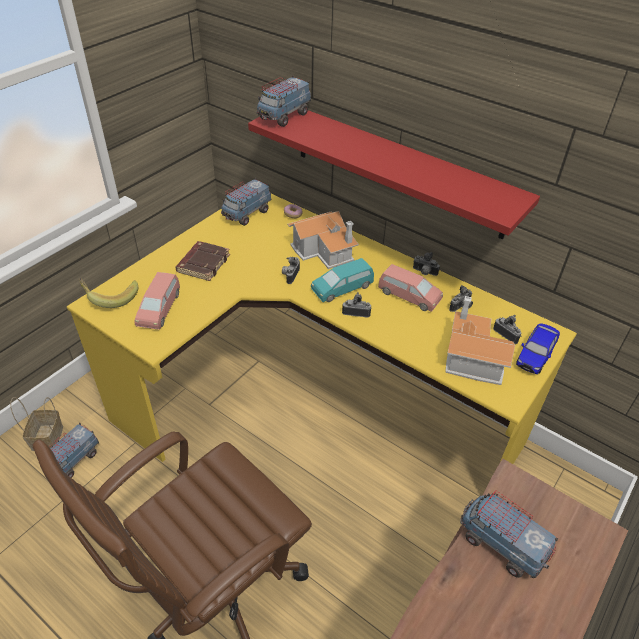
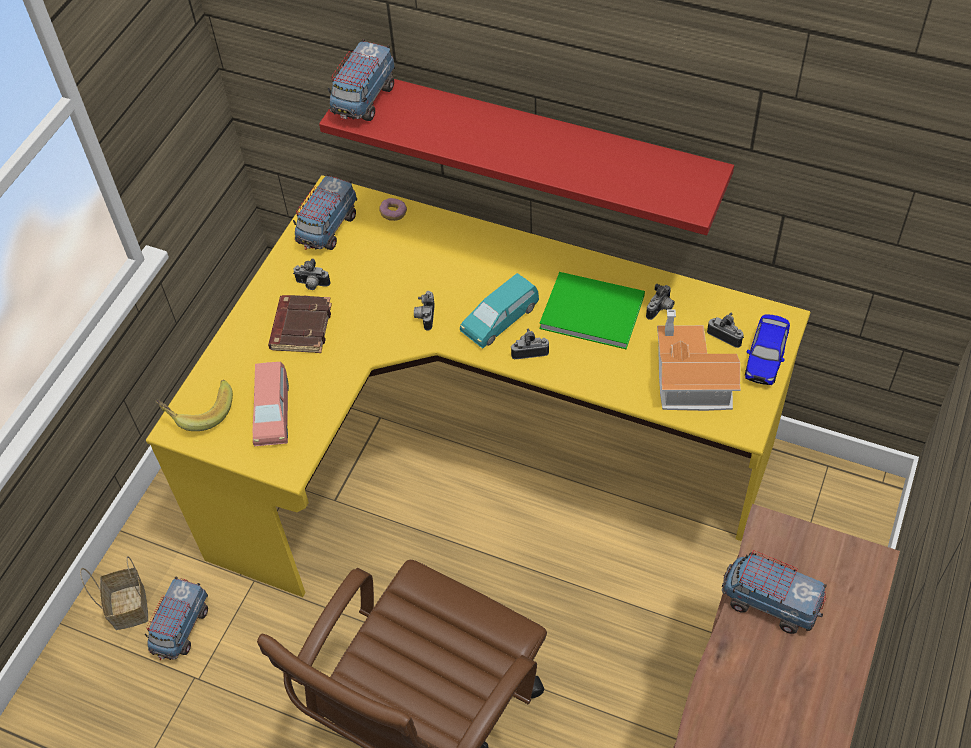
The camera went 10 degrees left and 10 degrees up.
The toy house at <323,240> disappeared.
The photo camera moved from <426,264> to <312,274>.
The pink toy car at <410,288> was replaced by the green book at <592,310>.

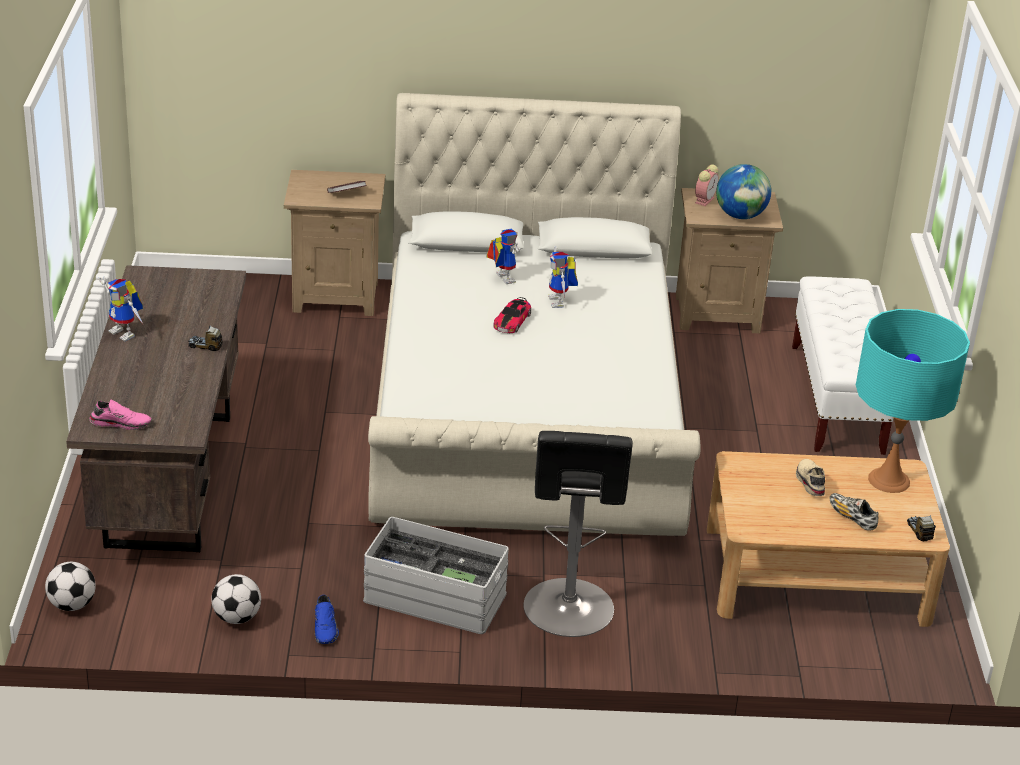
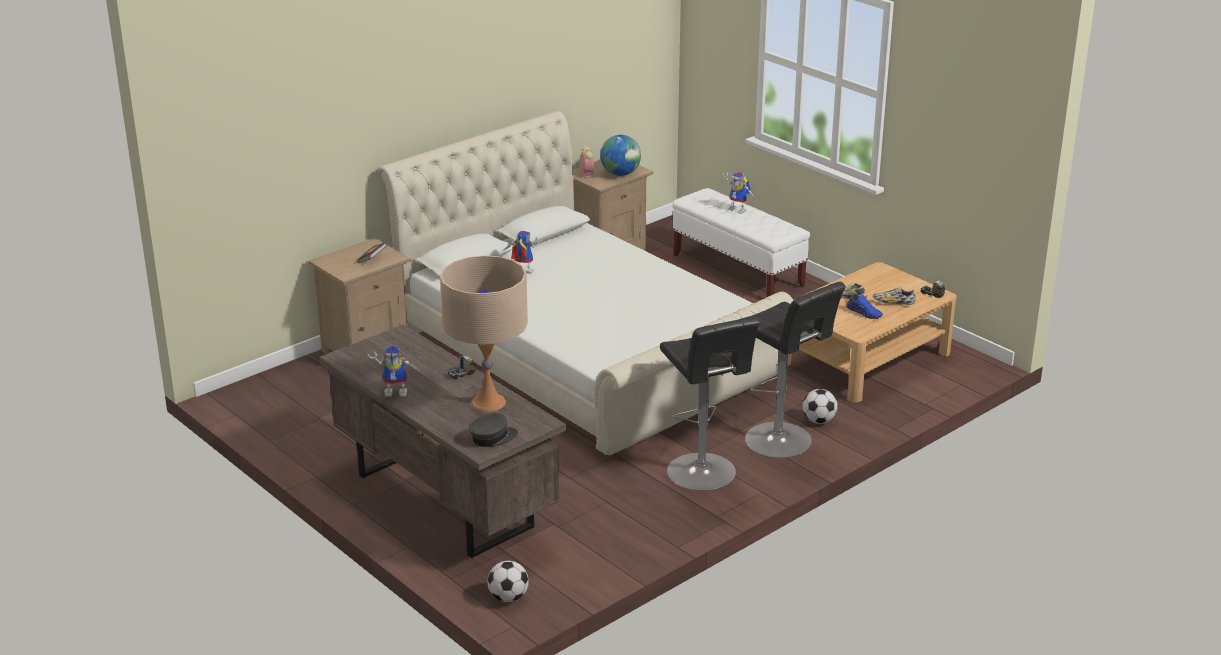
The camera went 40 degrees left and 5 degrees down.
The toy robot moved from <563,277> to <739,193>.
The toy car at <512,315> disappeared.
The turquoise table lamp at <913,401> disappeared.
The pink shoe at <120,415> was replaced by the grey cap at <493,430>.
The grey storage box at <436,575> was replaced by the black stool at <710,404>.
The football moved from <236,599> to <820,406>.
The blue shoe moved from <327,619> to <864,306>.
The beige table lamp at <484,333> appeared.

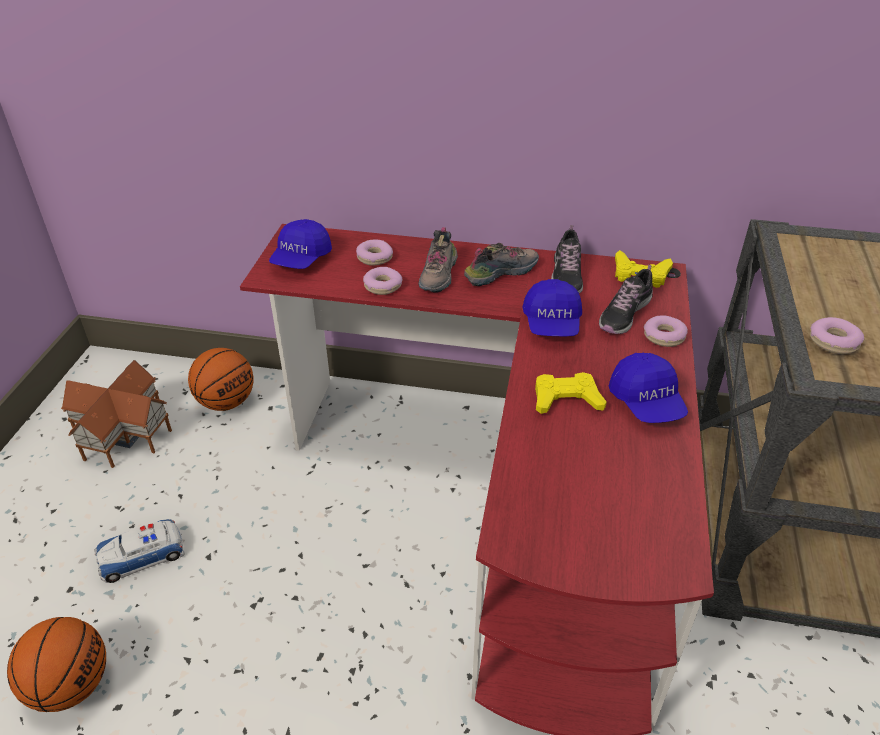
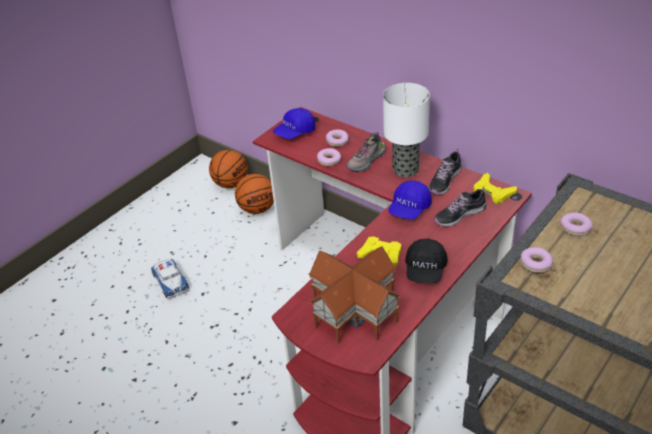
The camera went 30 degrees right and 0 degrees up.
The shoe at <501,264> was replaced by the table lamp at <406,130>.
The donut moved from <666,331> to <576,224>.
The blue cap at <648,388> became the black cap at <426,260>.
The toy house moved from <116,414> to <354,295>.
The toy car at <140,551> turned 120 degrees counterclockwise.
The basketball moved from <56,664> to <228,169>.

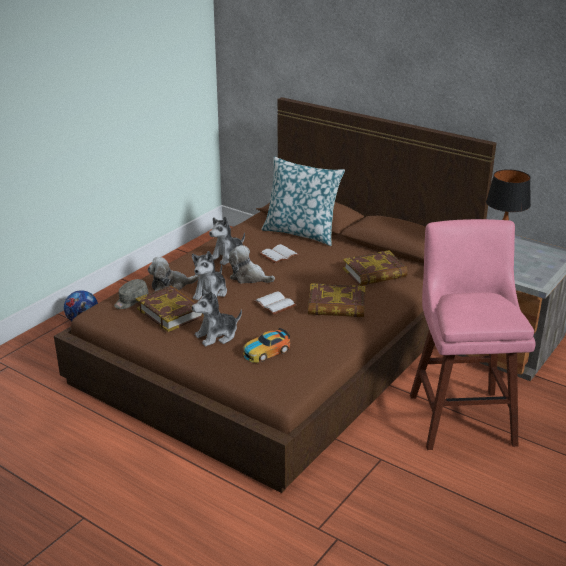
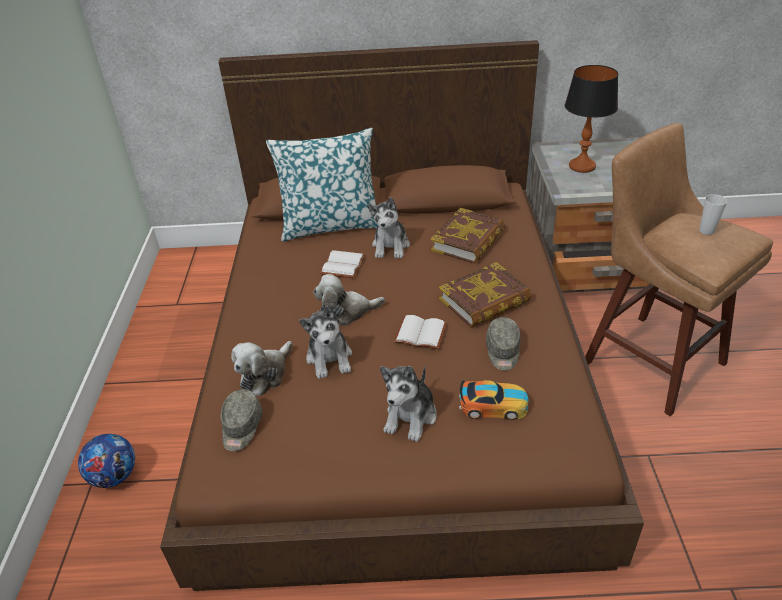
The camera went 35 degrees left and 10 degrees up.
The plush toy moved from <227,241> to <389,227>.
The pink stool at <473,334> became the brown stool at <679,269>.
The book at <170,309> disappeared.
The toy car at <266,345> turned 105 degrees counterclockwise.
The cup at <713,214> appeared.
The grey cap at <503,344> appeared.

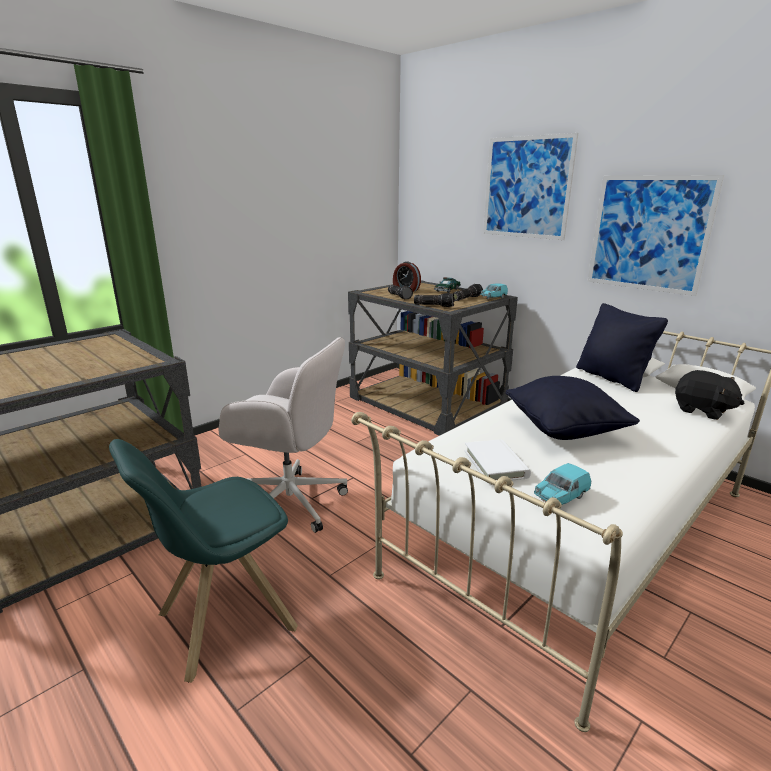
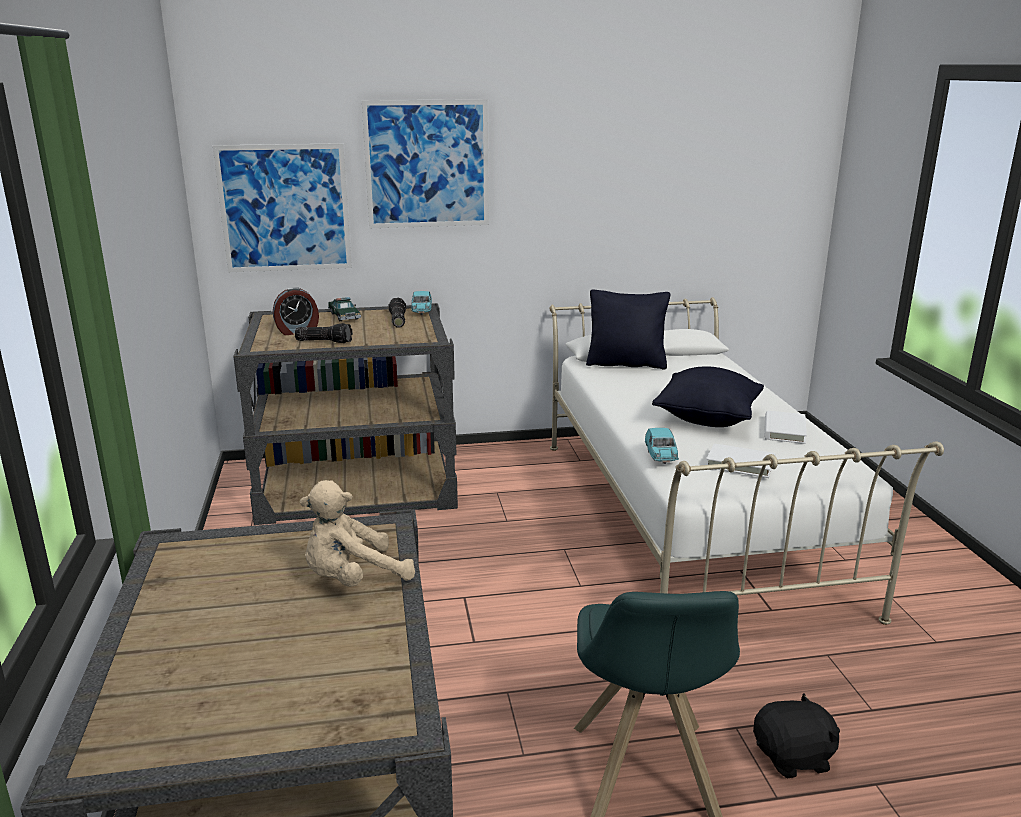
The camera went 55 degrees left and 0 degrees up.
The picture moved from <656,235> to <282,207>.
The flashlight at <434,300> disappeared.
The white office chair at <283,435> disappeared.
The black plush toy moved from <709,395> to <796,736>.
The turquoise toy car moved from <562,484> to <662,446>.
The white book at <785,427> appeared.
The beige plush toy at <357,533> appeared.

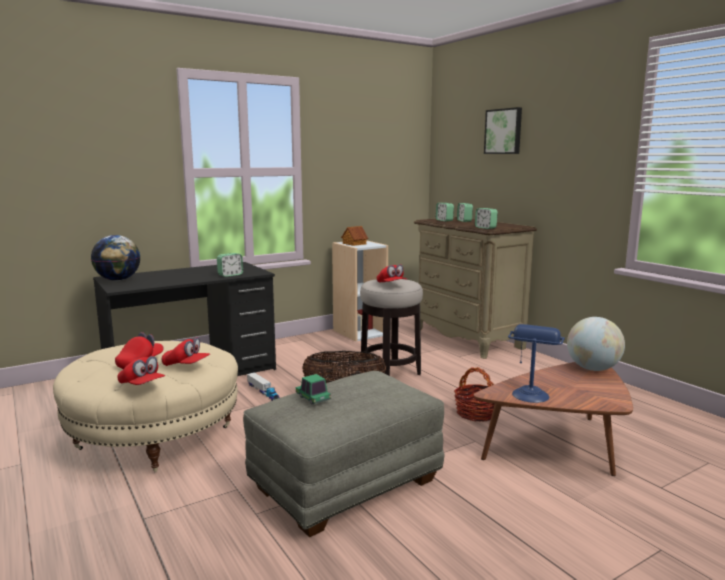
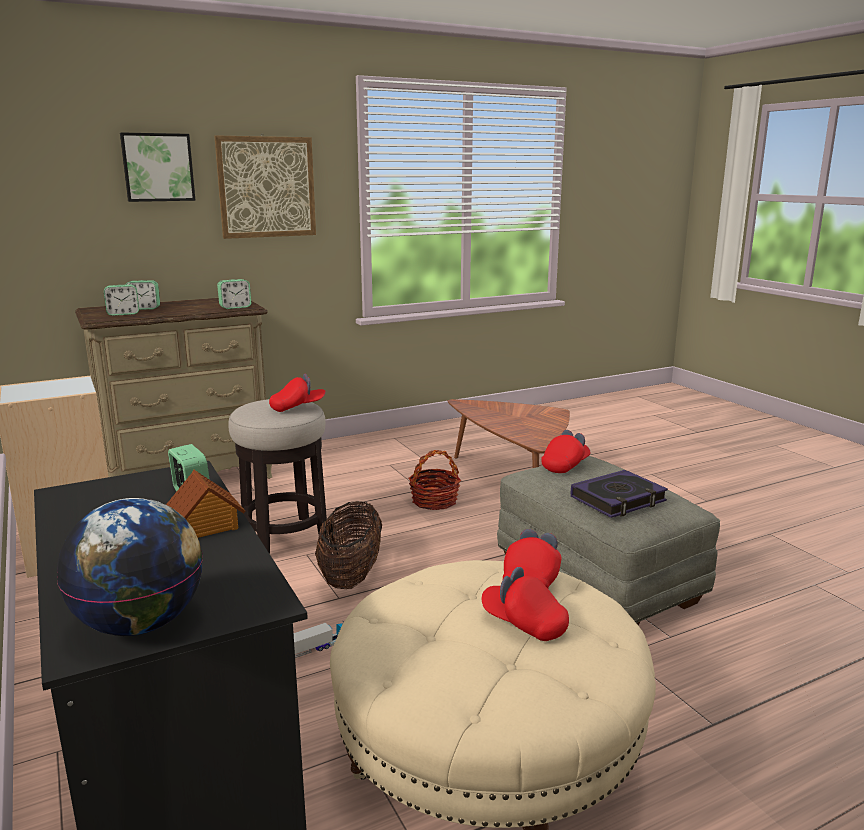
The camera went 85 degrees left and 5 degrees up.
The toy house moved from <354,236> to <205,504>.
The globe at <596,344> disappeared.
The blue table lamp at <536,363> disappeared.
The red cap moved from <141,370> to <566,451>.
The toy car at <313,389> was replaced by the book at <619,494>.
The picture at <265,186> appeared.

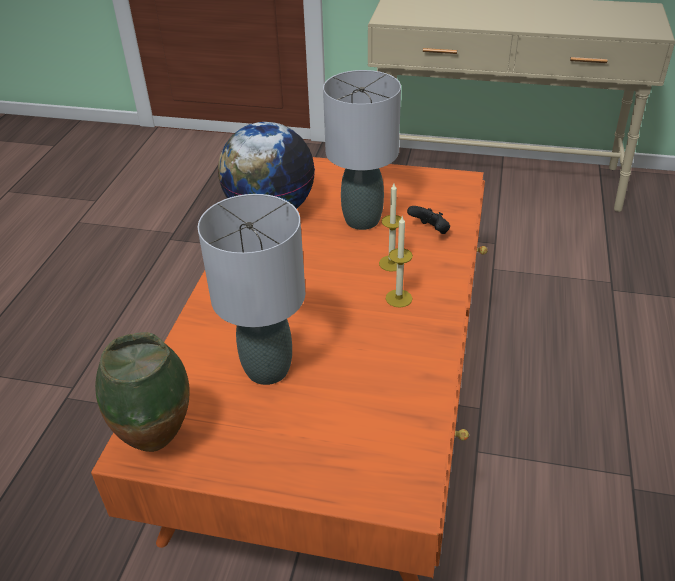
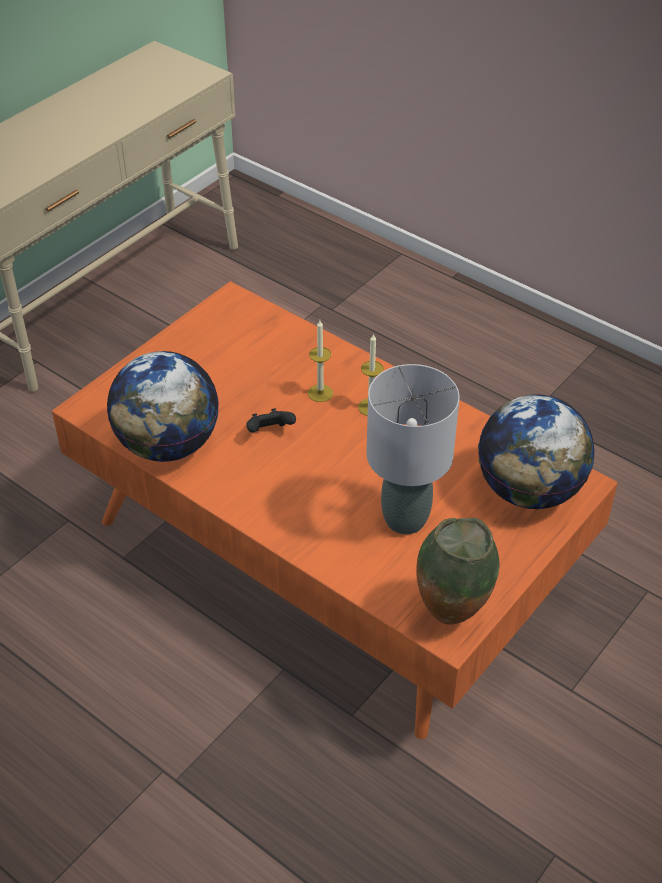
The camera went 65 degrees left and 5 degrees up.
The grey table lamp at <362,150> disappeared.
The black game controller moved from <428,220> to <271,420>.
The globe at <536,451> appeared.

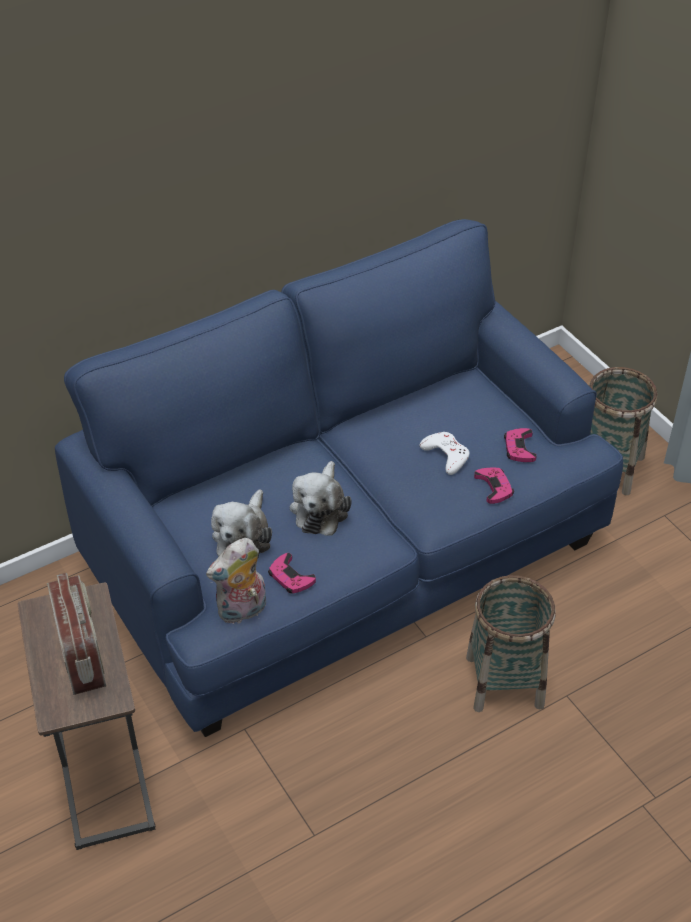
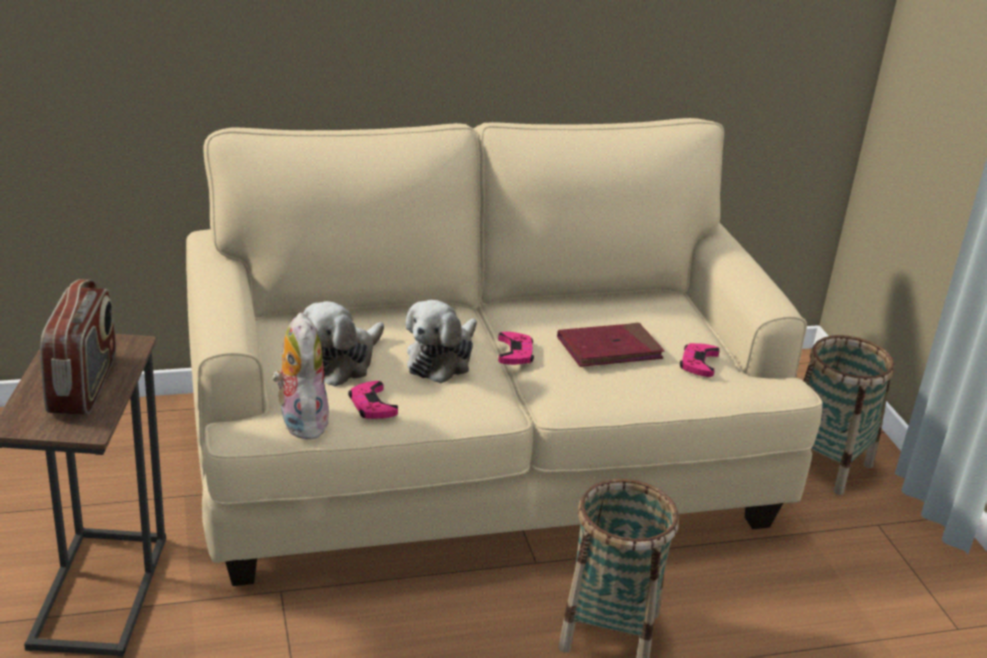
The camera went 15 degrees right and 15 degrees down.
The blue sofa at <339,478> became the beige sofa at <504,352>.
The white game controller at <445,453> was replaced by the red book at <610,344>.
The pink game controller moved from <494,486> to <516,348>.
The plush toy at <236,581> turned 90 degrees clockwise.

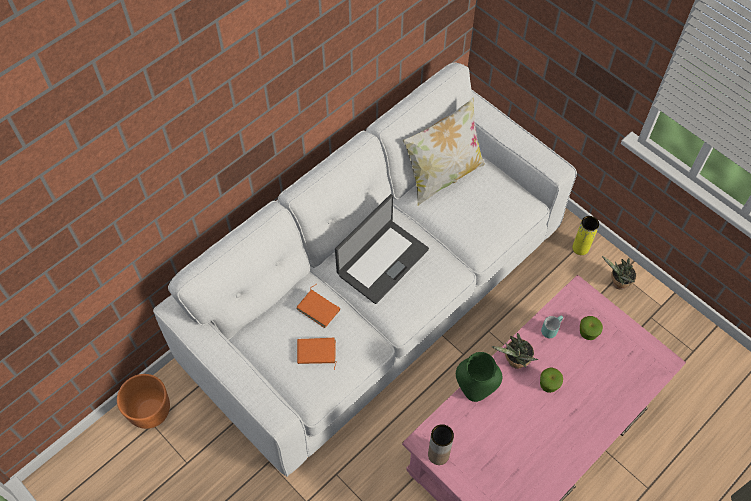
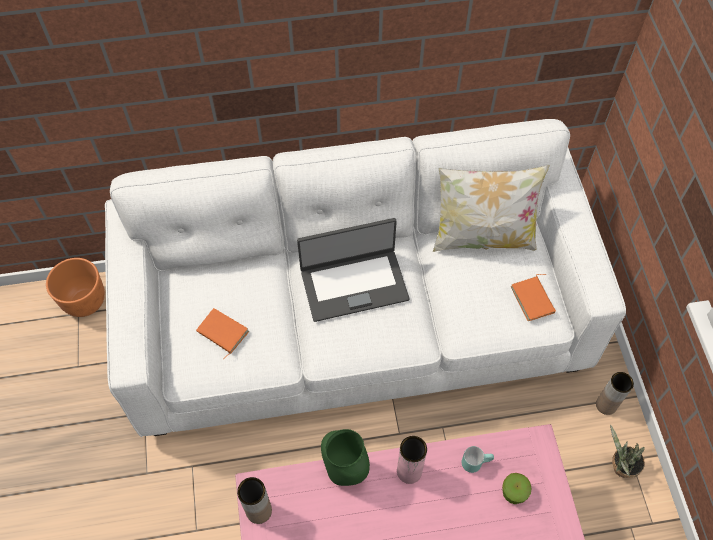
The camera went 35 degrees right and 0 degrees up.
The yellow vase at <585,235> became the brown vase at <615,393>.
The orange book moved from <318,306> to <533,297>.
The potted plant at <515,351> was replaced by the pink vase at <412,460>.
The apple at <551,380> disappeared.

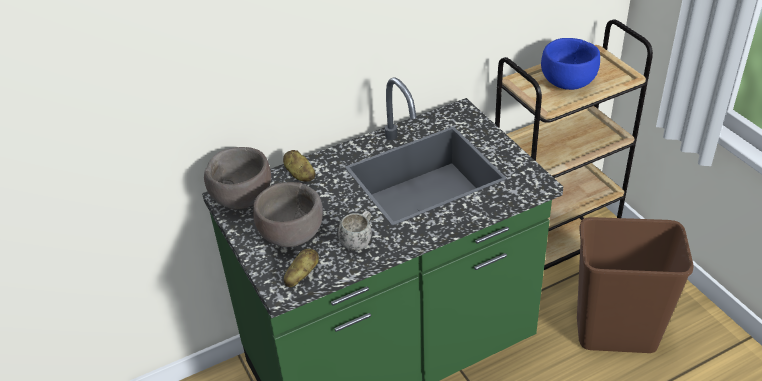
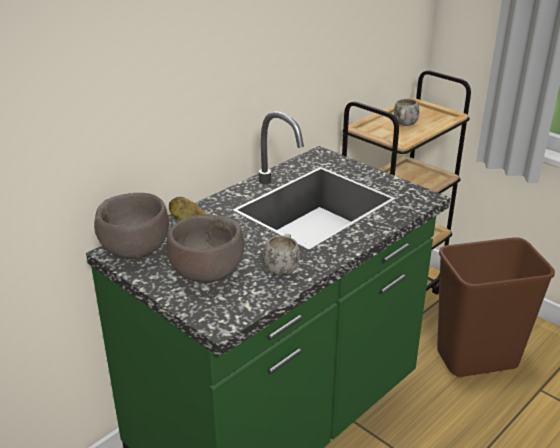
The camera went 20 degrees left and 10 degrees down.
The blue bowl at <570,64> was replaced by the white mug at <406,112>.
The potato at <301,267> disappeared.

